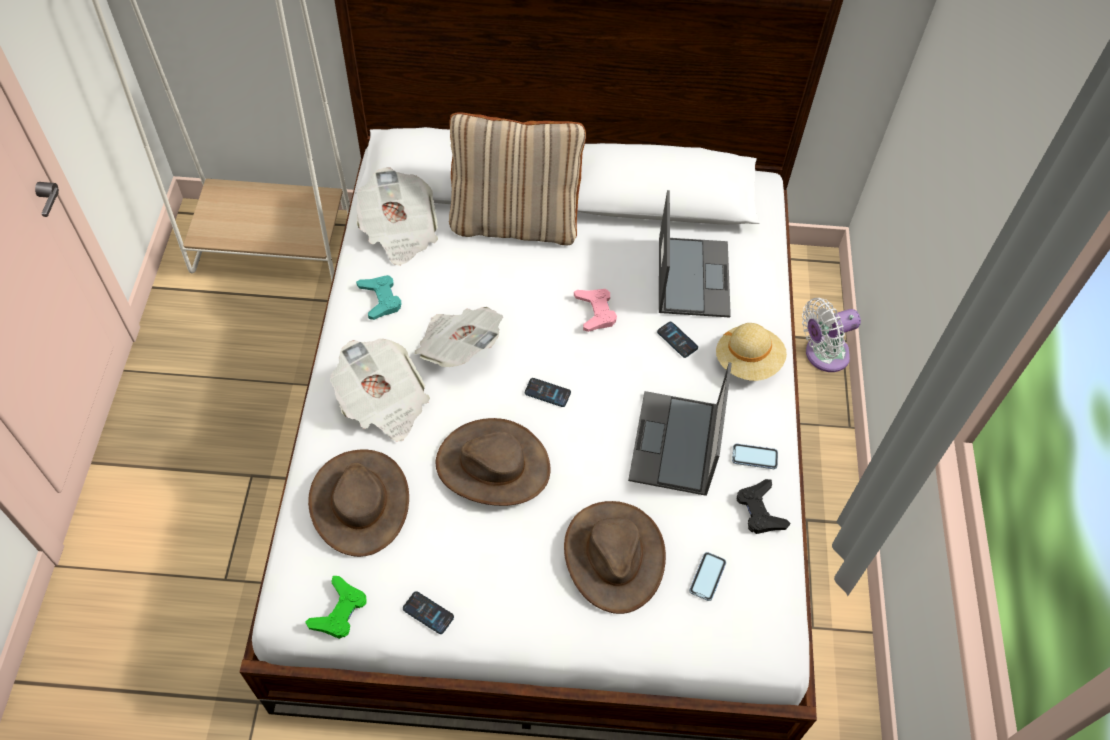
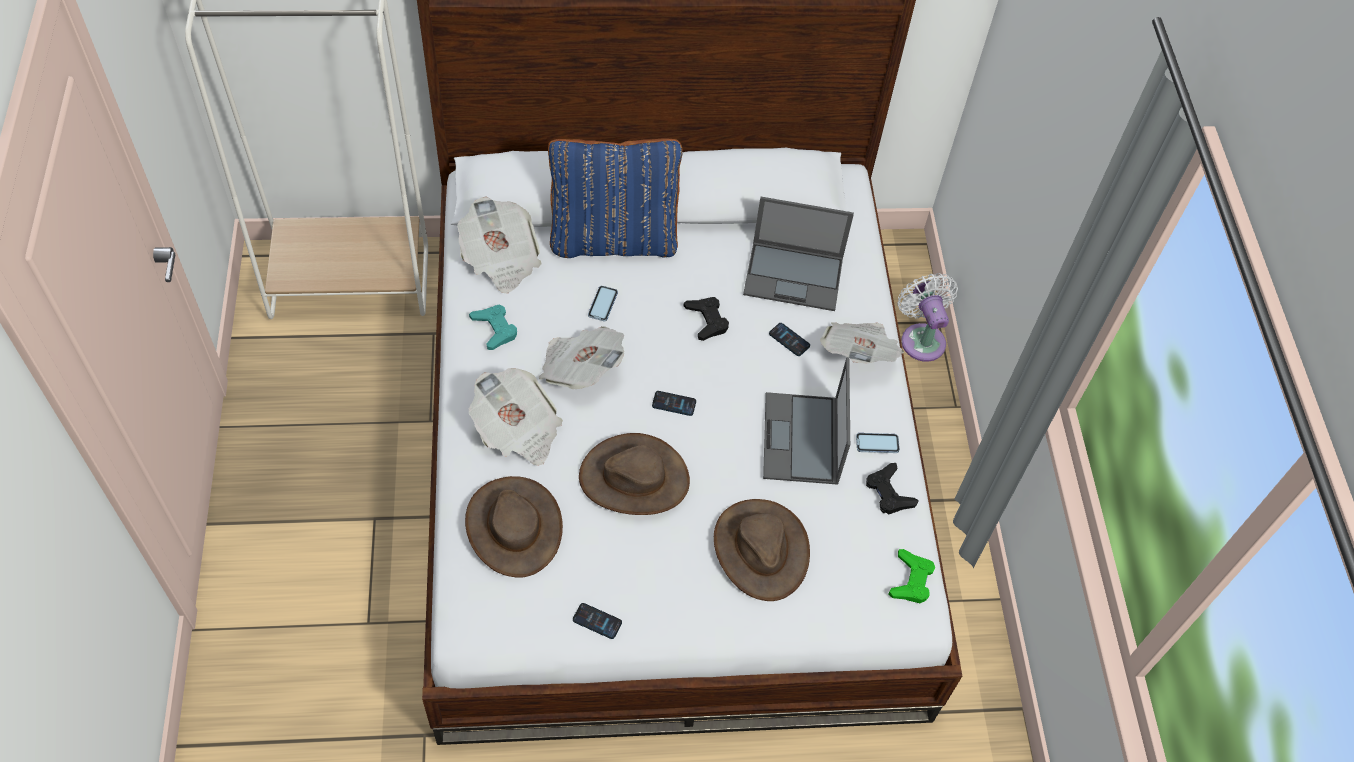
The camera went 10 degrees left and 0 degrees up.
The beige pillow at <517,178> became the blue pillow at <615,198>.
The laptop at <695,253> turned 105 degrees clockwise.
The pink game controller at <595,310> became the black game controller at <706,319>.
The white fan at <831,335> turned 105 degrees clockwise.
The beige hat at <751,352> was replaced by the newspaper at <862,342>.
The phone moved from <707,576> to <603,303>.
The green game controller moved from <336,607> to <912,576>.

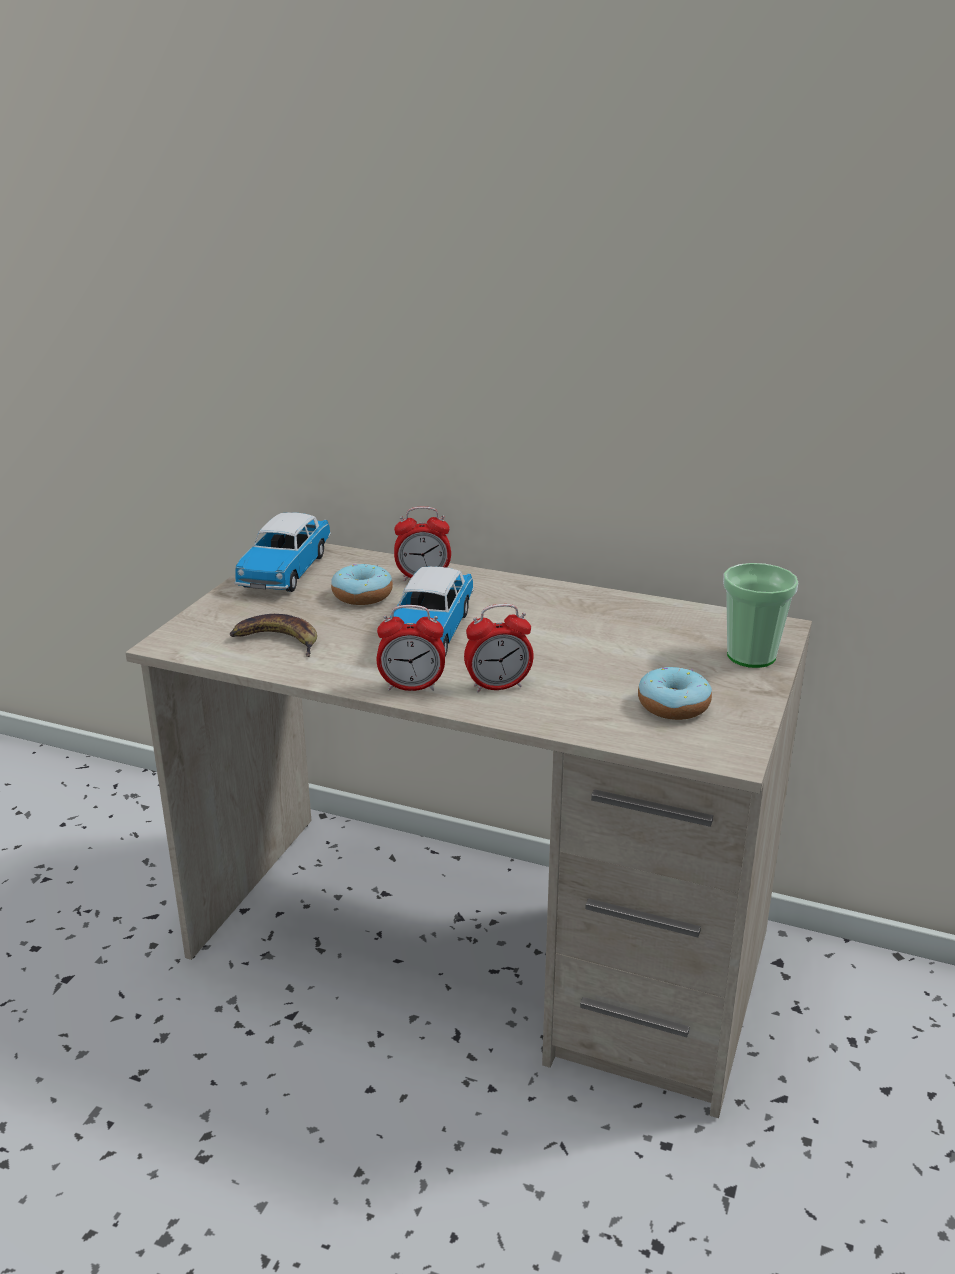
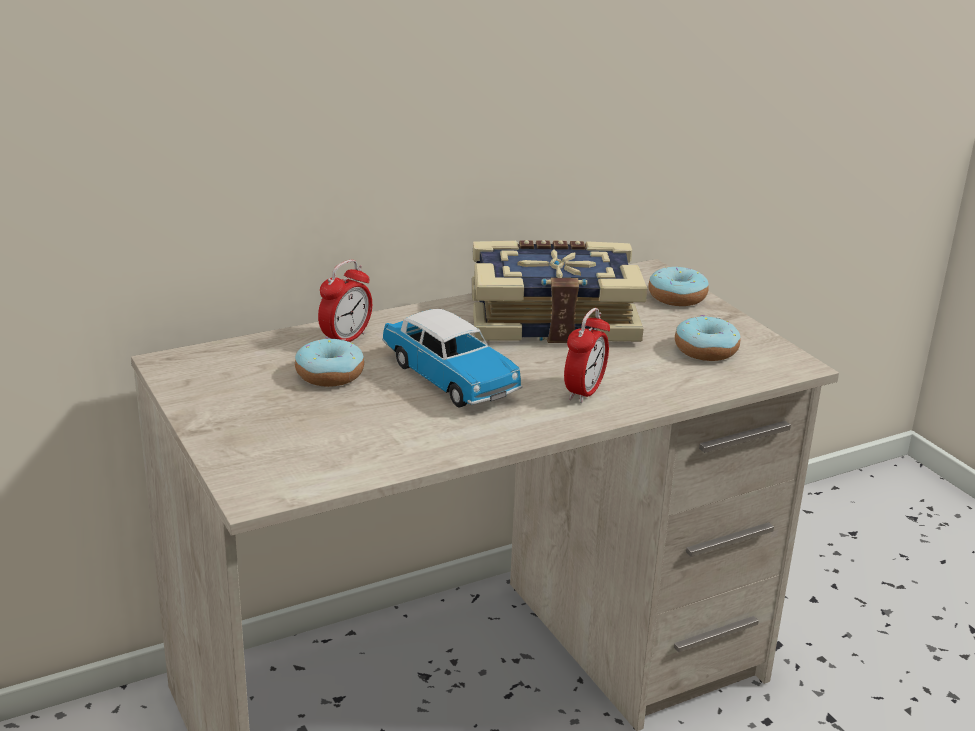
The camera went 50 degrees left and 0 degrees up.
The toy car at <282,552> disappeared.
The cup at <760,615> was replaced by the donut at <678,286>.
The alarm clock at <411,648> disappeared.
The banana at <273,635> disappeared.
The book at <559,291> appeared.

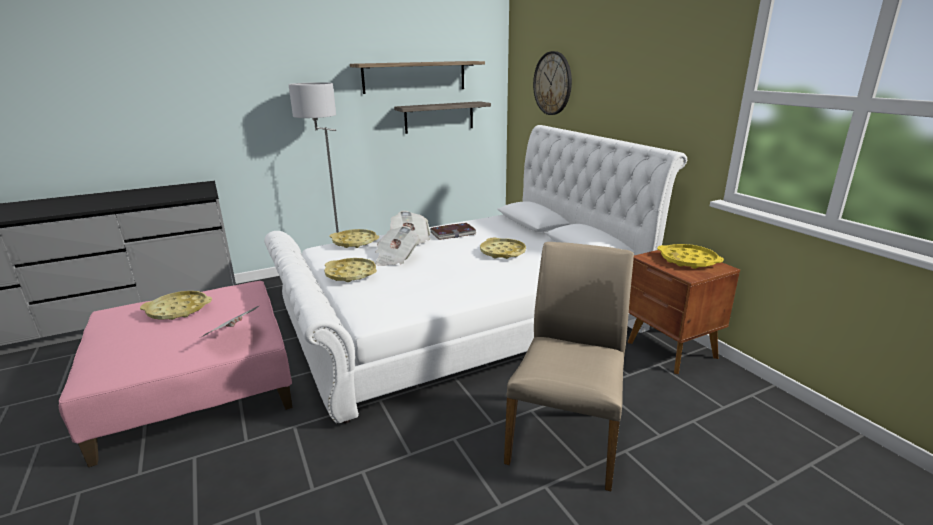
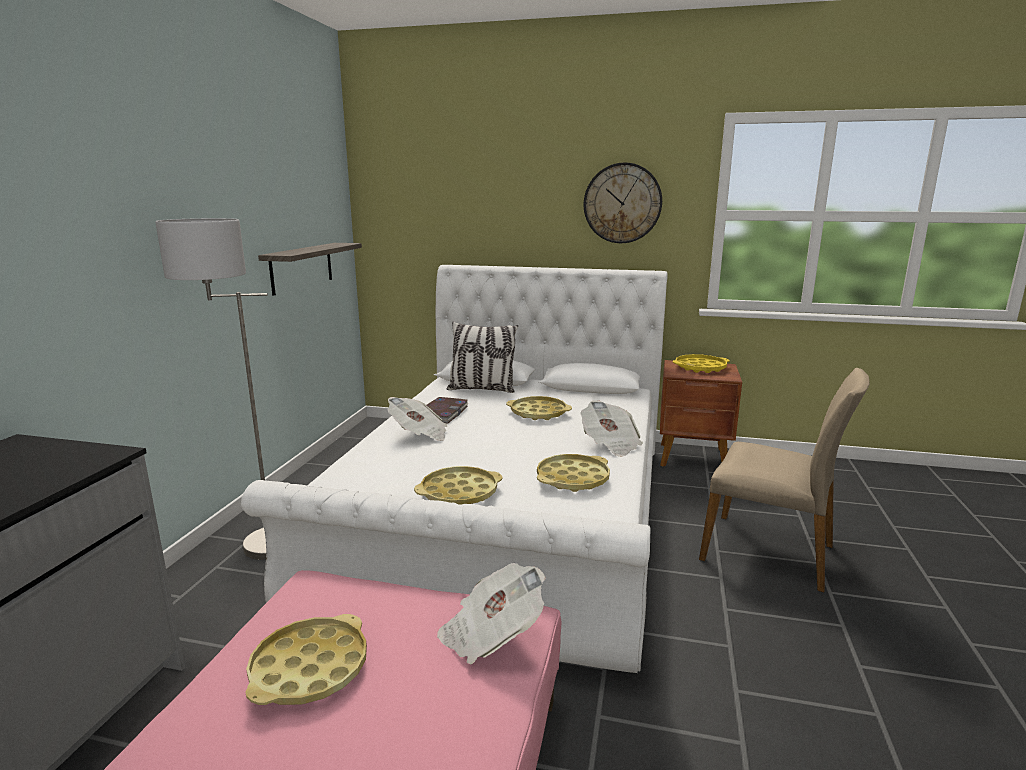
The camera went 50 degrees left and 5 degrees down.
The wall clock moved from <552,83> to <623,202>.
The shelf at <417,77> disappeared.
The newspaper moved from <397,246> to <611,428>.
The yellow tray moved from <354,238> to <573,473>.
The beige chair at <569,366> turned 150 degrees clockwise.
The pillow at <482,357> appeared.

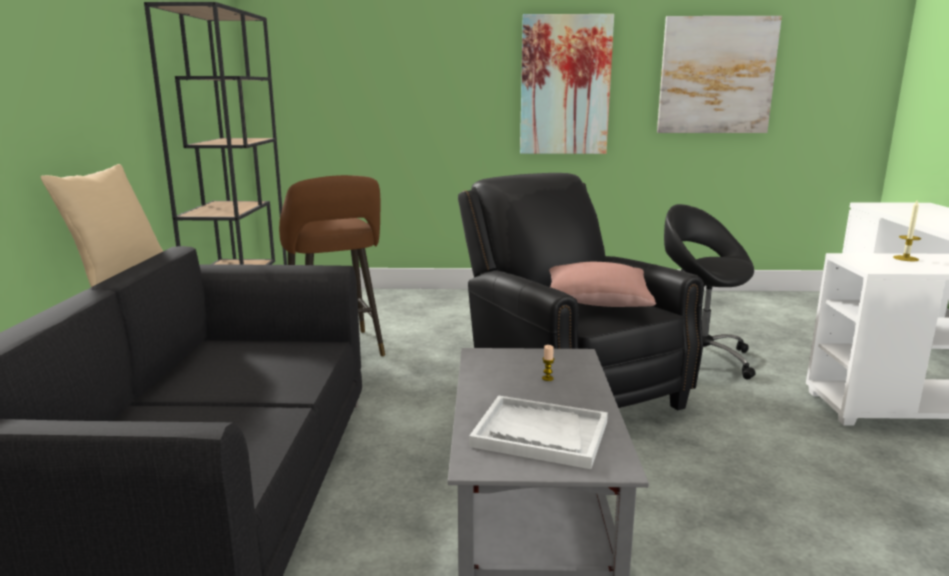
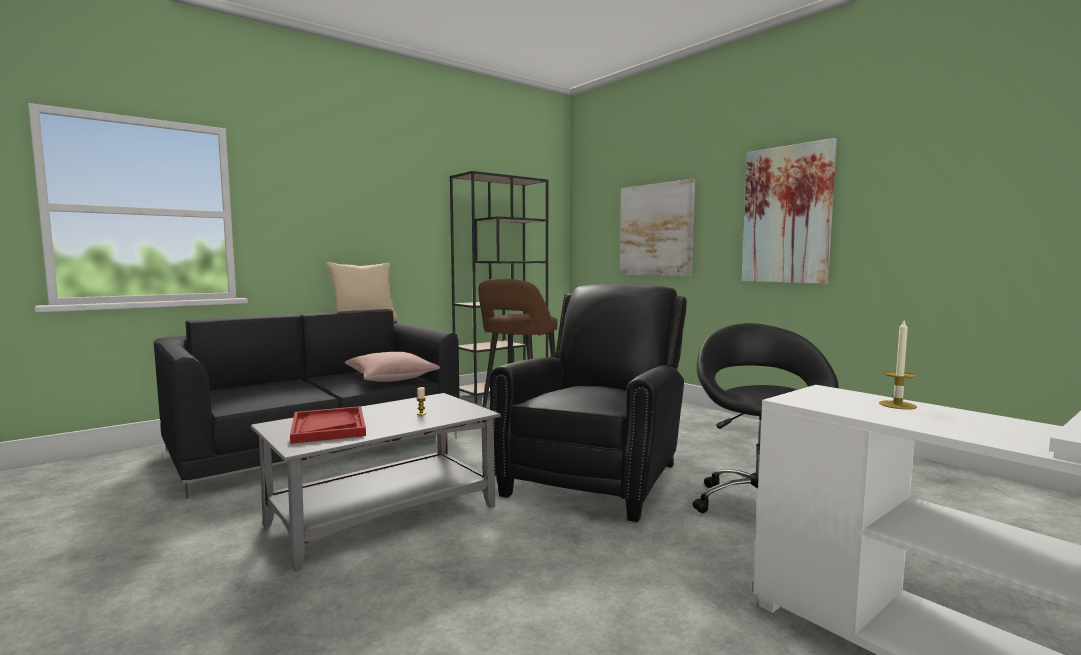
The camera went 50 degrees right and 10 degrees down.
The picture moved from <719,74> to <657,227>.
The pink pillow moved from <602,284> to <392,367>.
The white tray at <538,432> became the red tray at <328,425>.

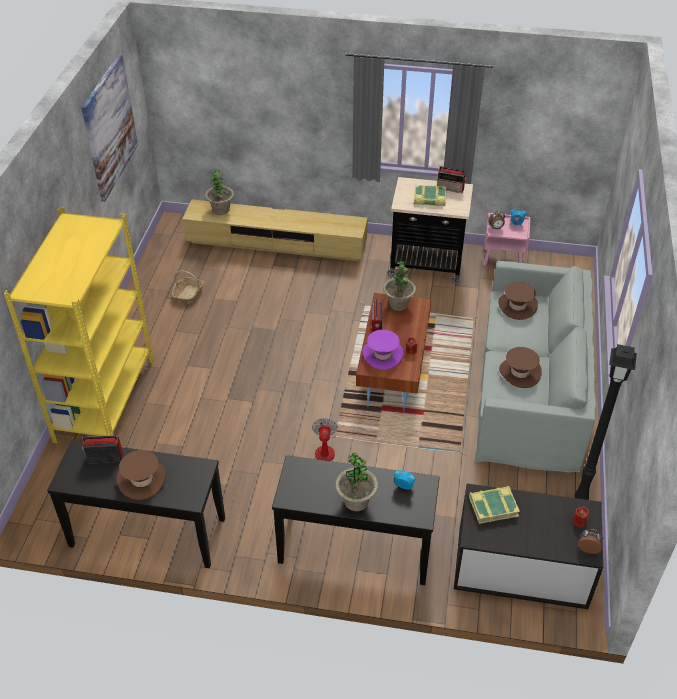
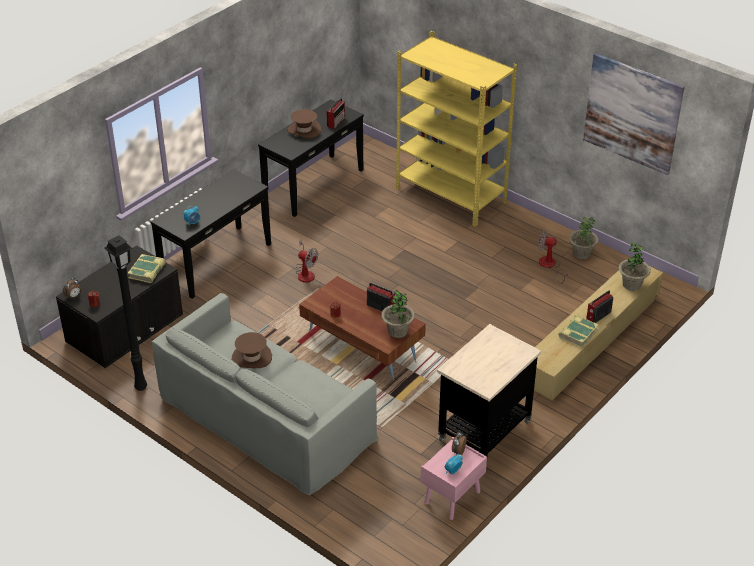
The camera went 120 degrees right and 5 degrees down.
The radio moved from <451,179> to <599,306>.
The book moved from <430,195> to <578,331>.
The basket at <188,287> was replaced by the fan at <553,256>.
The brown hat at <518,301> disappeared.
The purple hat at <382,350> disappeared.
The potted plant moved from <356,481> to <584,238>.

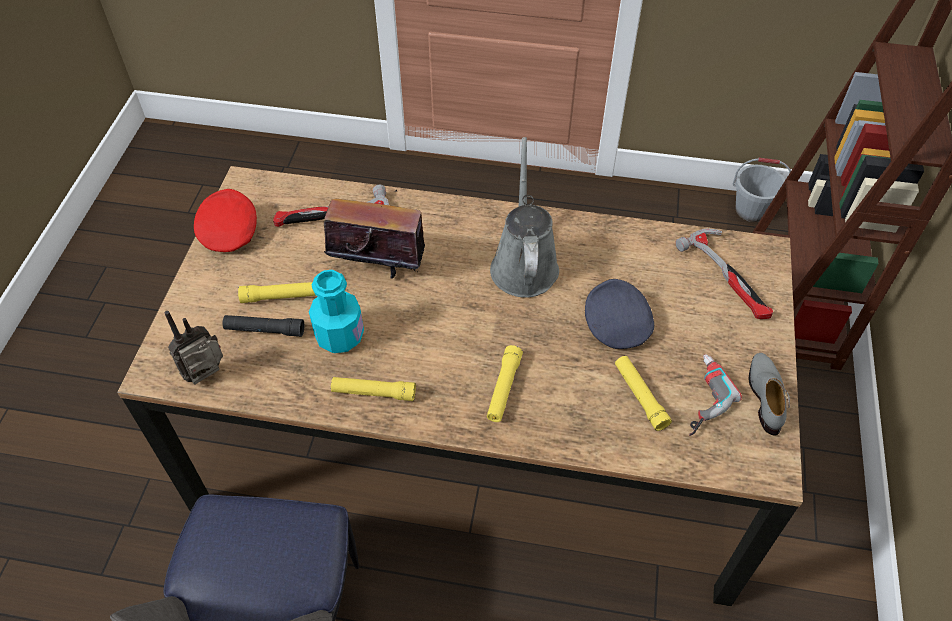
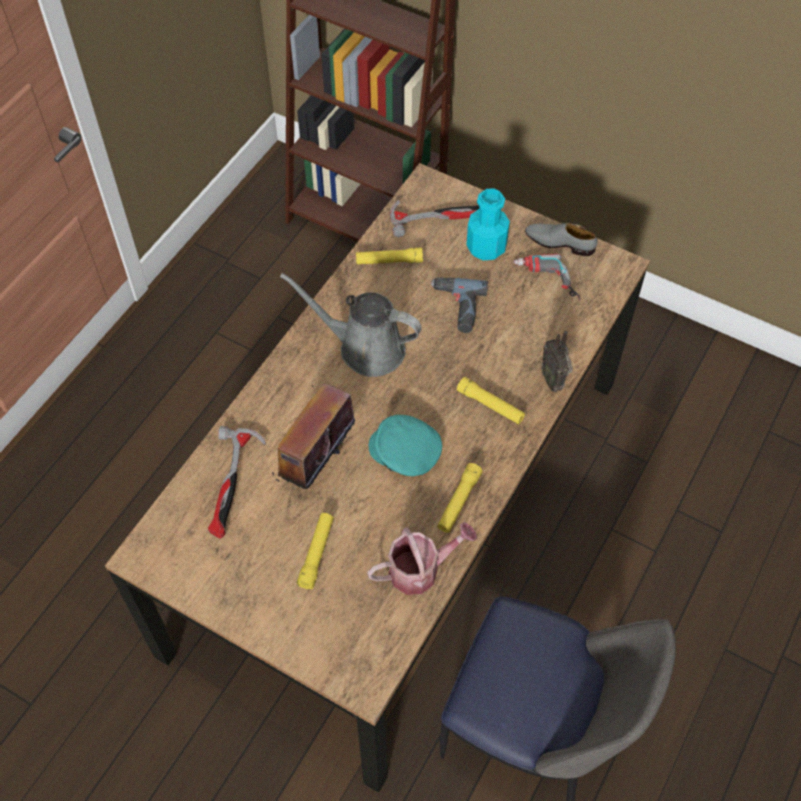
The camera went 70 degrees left and 5 degrees up.
The grey bucket at <762,190> disappeared.
The red cap at <225,220> disappeared.
The turquoise bottle moved from <336,311> to <488,224>.
The grey cap at <619,314> was replaced by the power drill at <459,305>.
The radio moved from <193,348> to <557,361>.
The black flashlight at <263,326> disappeared.
The yellow flashlight moved from <643,393> to <389,256>.
The turquoise cap at <405,445> appeared.
The watering can at <422,558> appeared.

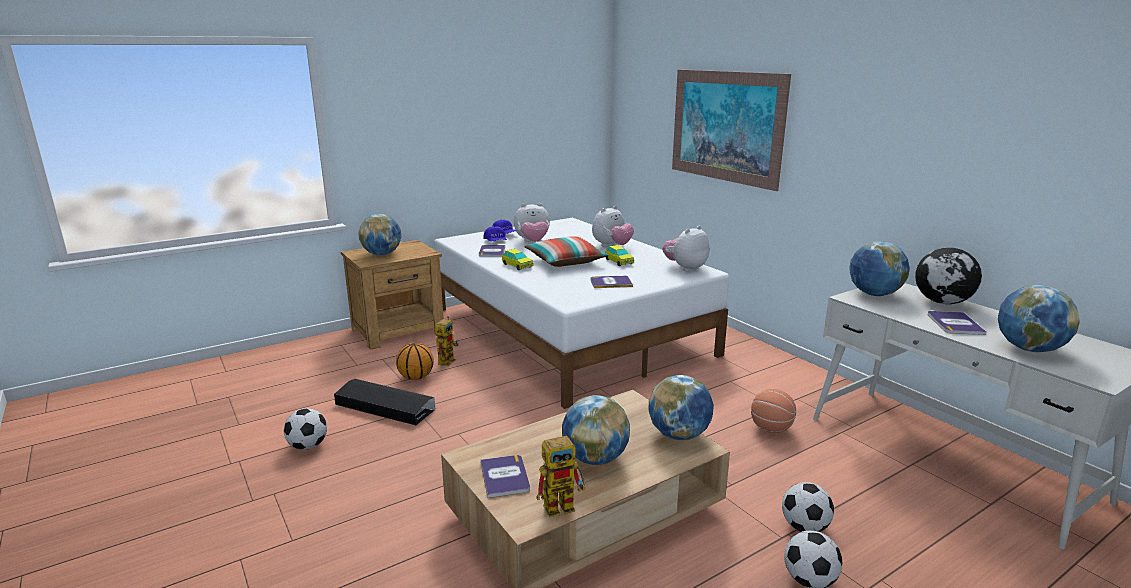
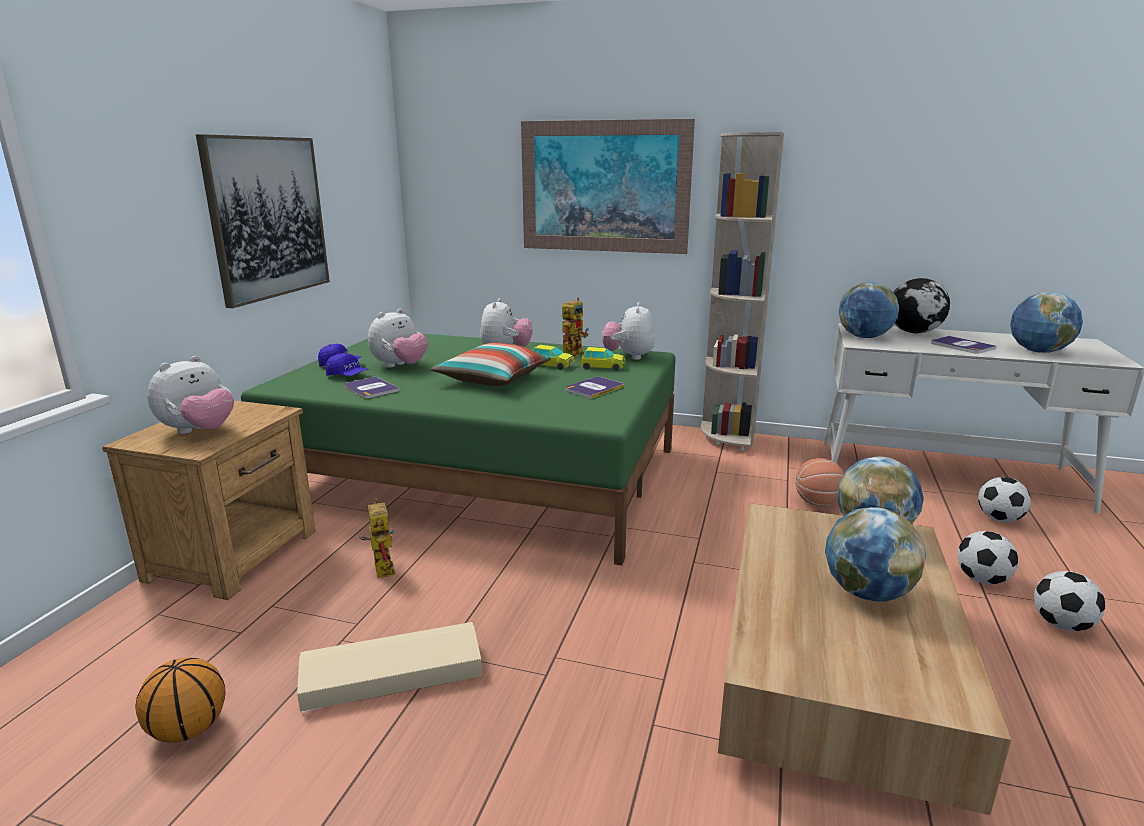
The camera went 40 degrees left and 0 degrees up.
The globe at <380,234> was replaced by the plush toy at <190,395>.
The white bed at <581,313> became the green bed at <458,449>.
The toy car moved from <518,259> to <602,359>.
The basketball moved from <415,361> to <180,700>.
The black storage box at <384,402> became the beige storage box at <389,667>.
The football moved from <305,429> to <1004,499>.
The toy robot moved from <560,476> to <575,327>.
The book at <505,476> disappeared.
The beige bookcase at <742,291> appeared.
The picture at <263,221> appeared.

